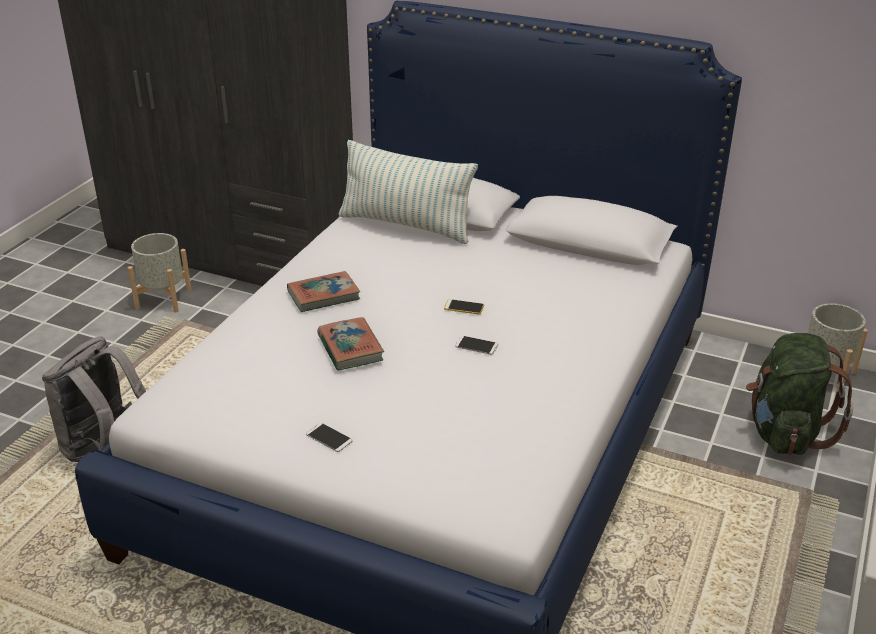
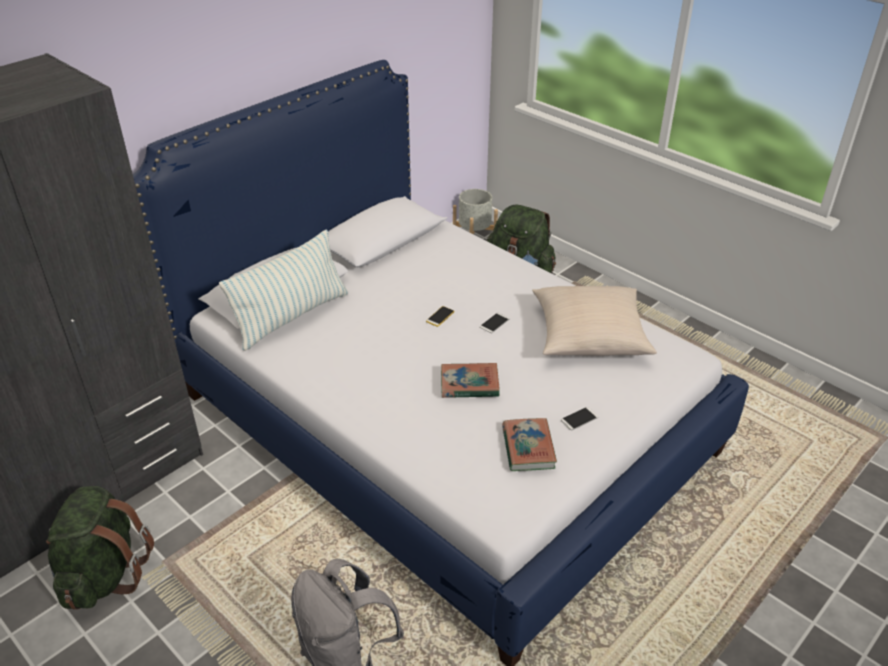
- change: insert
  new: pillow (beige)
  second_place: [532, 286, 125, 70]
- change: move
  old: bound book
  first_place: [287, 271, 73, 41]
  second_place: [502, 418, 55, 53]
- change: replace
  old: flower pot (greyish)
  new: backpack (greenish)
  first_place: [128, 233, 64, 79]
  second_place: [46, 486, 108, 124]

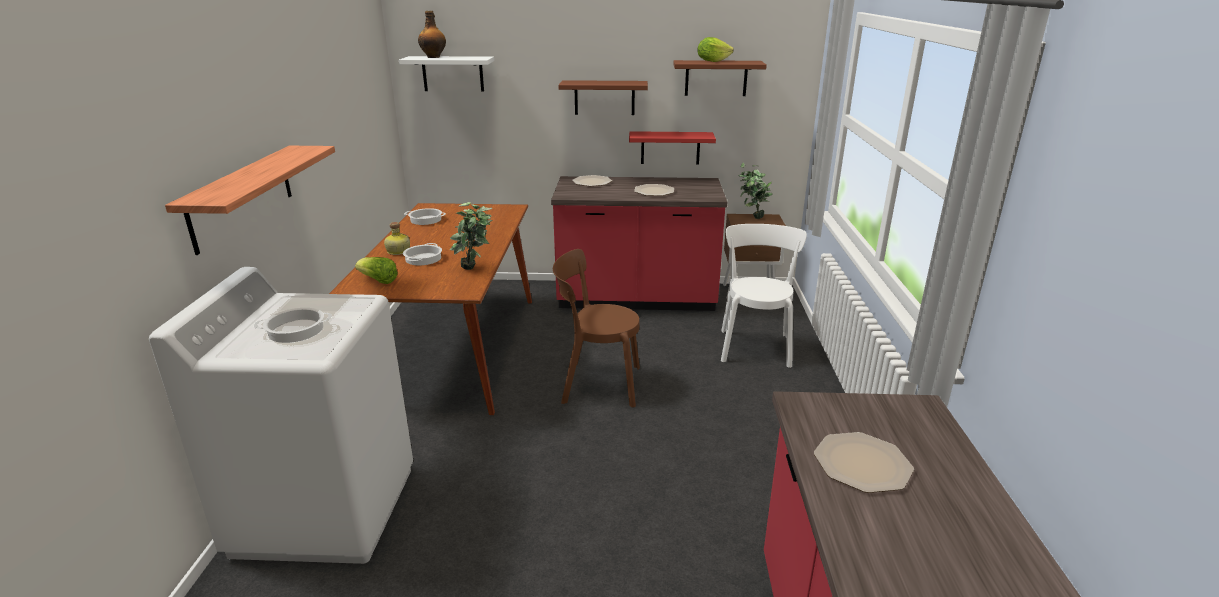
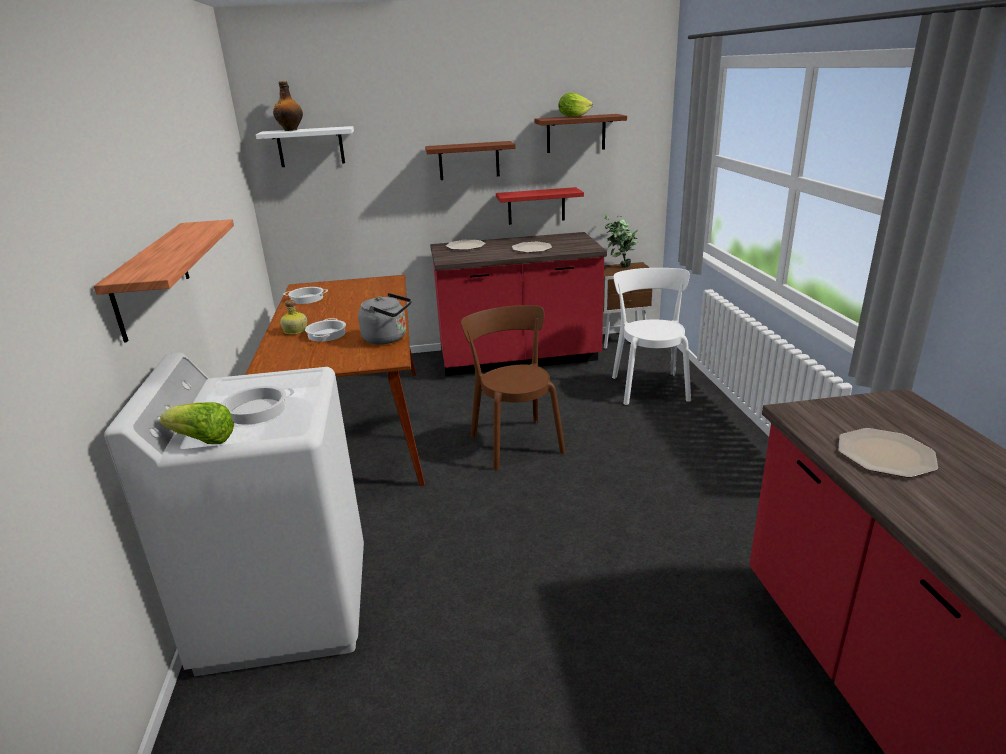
- change: move
  old: lettuce
  first_place: [355, 257, 43, 27]
  second_place: [160, 402, 74, 42]
- change: replace
  old: potted plant
  new: tea kettle (greyish)
  first_place: [450, 202, 43, 68]
  second_place: [358, 293, 54, 51]
- change: rotate
  old: plain chair (brown-coloured)
  first_place: [553, 249, 87, 158]
  second_place: [461, 305, 105, 166]
  degrees: 75

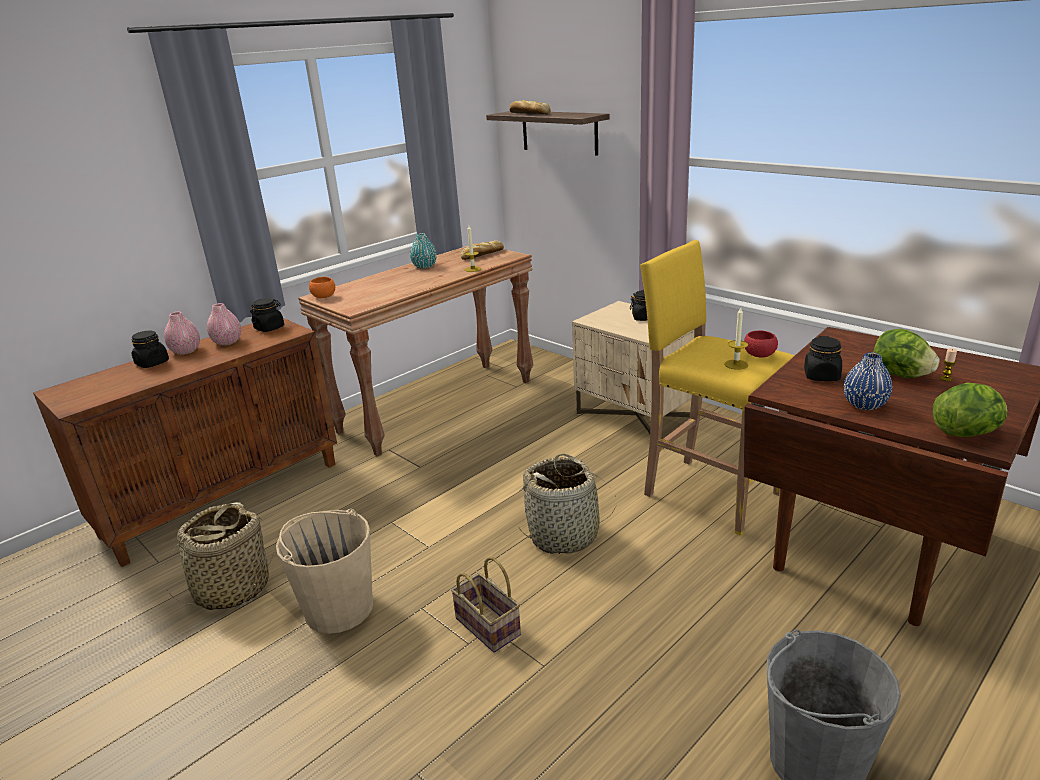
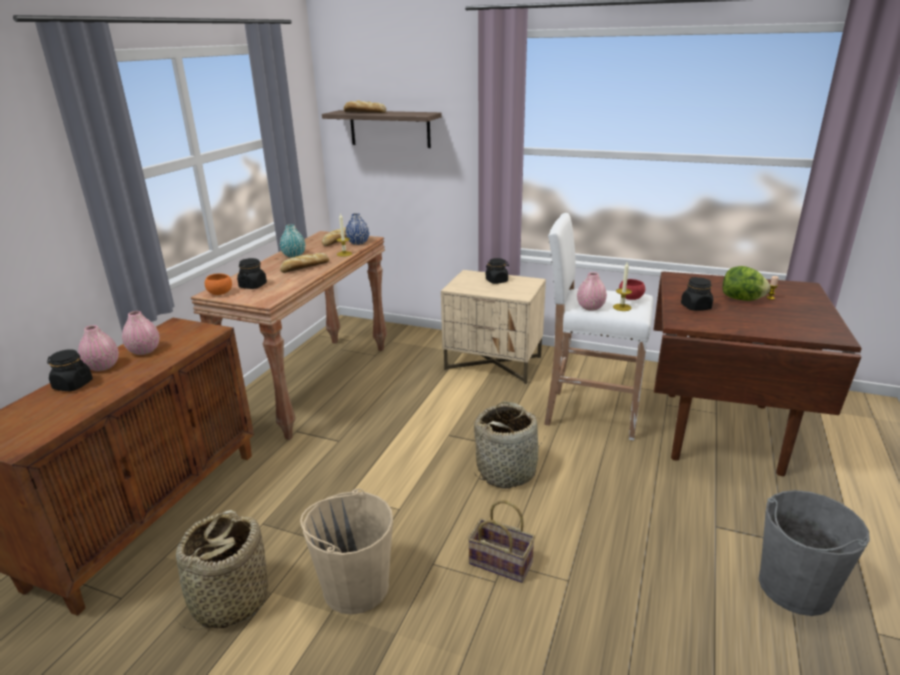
- change: delete
  old: lettuce
  first_place: [933, 383, 74, 54]
- change: insert
  new: bakery bread
  second_place: [280, 253, 49, 20]
- change: insert
  new: flower vase (pink-coloured)
  second_place: [577, 272, 30, 39]
- change: move
  old: storage jar (black)
  first_place: [250, 298, 34, 34]
  second_place: [237, 258, 30, 31]
- change: move
  old: flower vase (blue-coloured)
  first_place: [844, 352, 48, 58]
  second_place: [345, 213, 24, 32]
- change: recolor
  old: stool (yellow-coloured)
  new: stool (whitish)
  first_place: [640, 240, 155, 296]
  second_place: [544, 213, 109, 227]

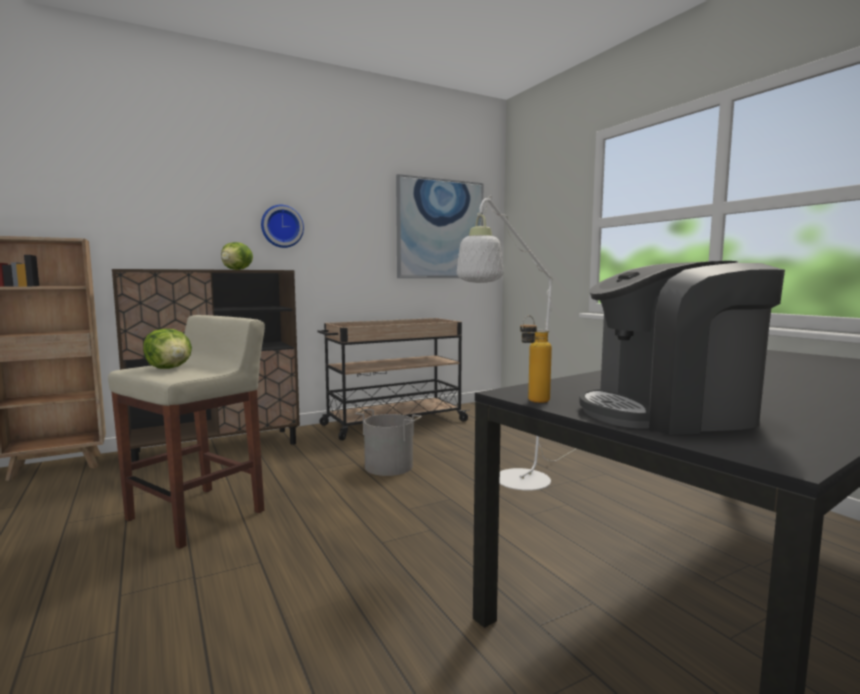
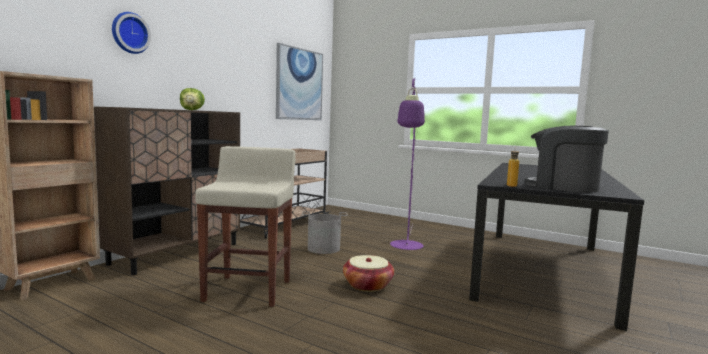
- change: delete
  old: lettuce
  first_place: [143, 329, 49, 40]
- change: insert
  new: storage basket
  second_place: [343, 255, 51, 37]
- change: move
  old: wall clock
  first_place: [261, 205, 43, 43]
  second_place: [112, 12, 39, 42]
- change: recolor
  old: standing lamp (whitish)
  new: standing lamp (purplish)
  first_place: [457, 196, 120, 295]
  second_place: [390, 79, 35, 171]
- change: rotate
  old: coffee maker
  first_place: [579, 261, 206, 174]
  second_place: [525, 126, 84, 67]
  degrees: 75

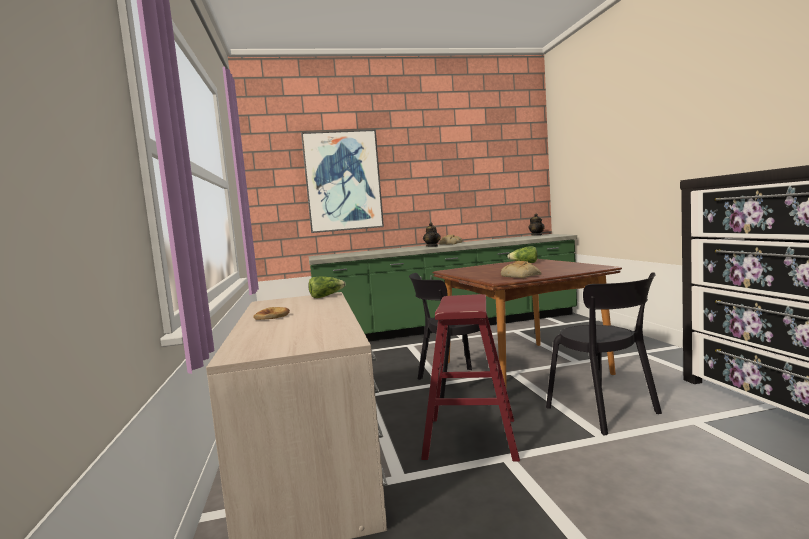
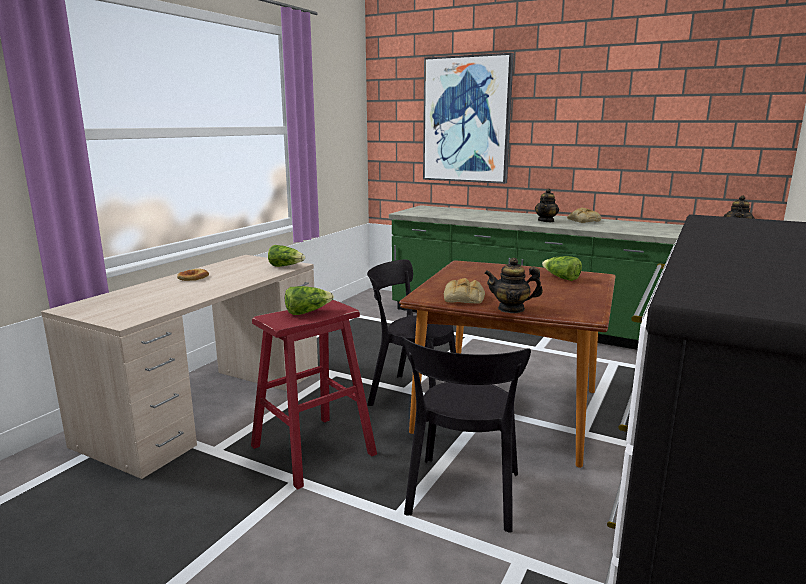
- change: insert
  new: lettuce
  second_place: [285, 286, 49, 29]
- change: insert
  new: teapot
  second_place: [484, 258, 59, 55]

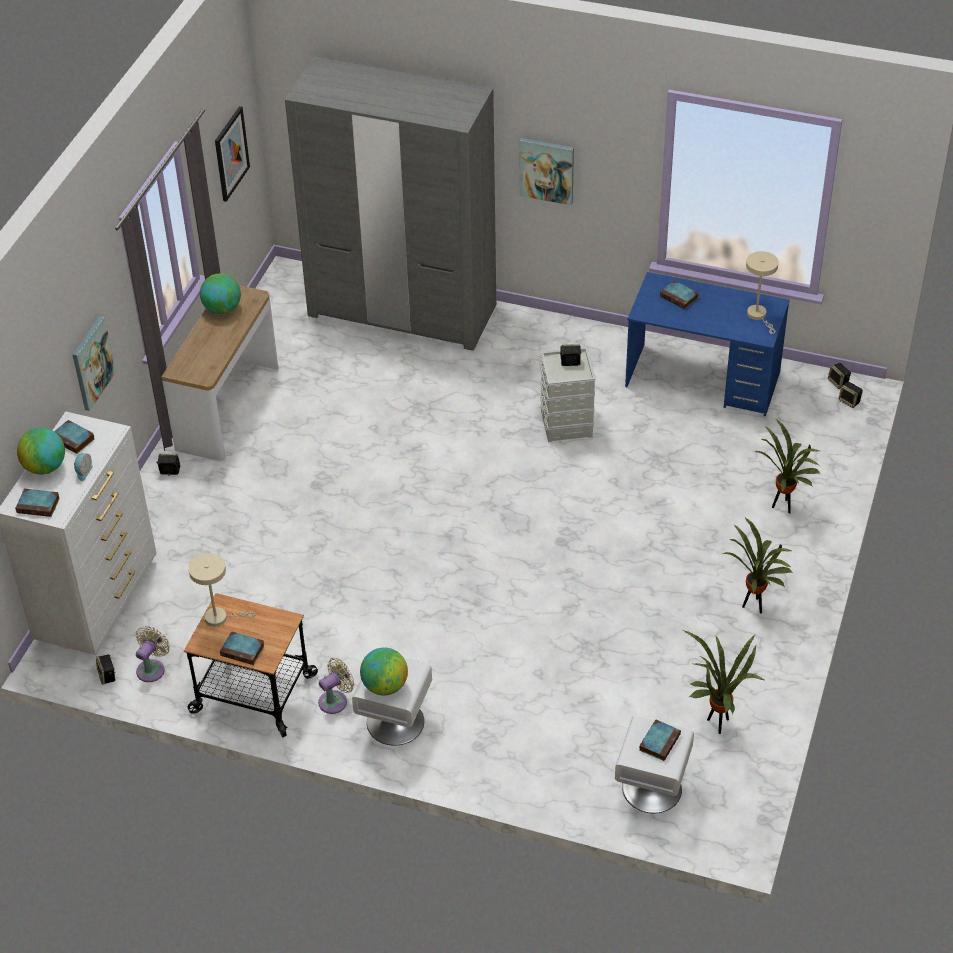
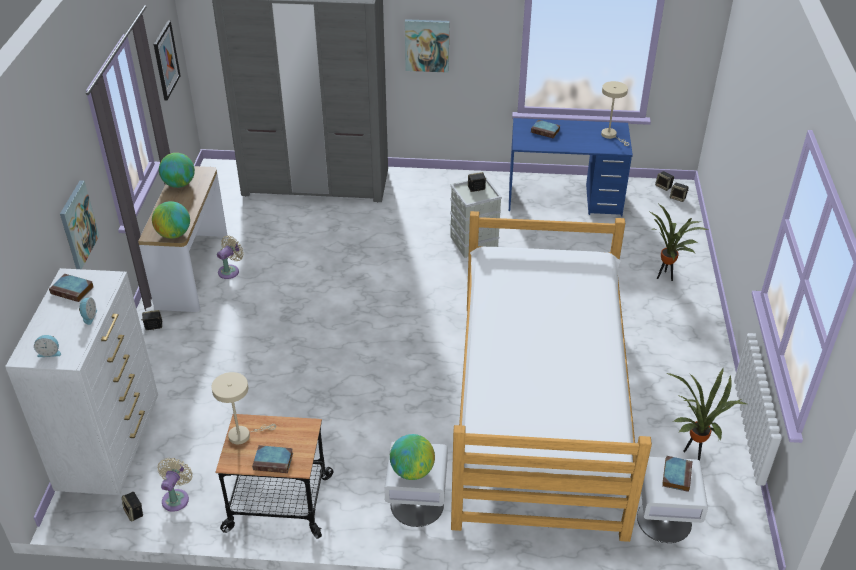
- change: delete
  old: potted plant
  first_place: [723, 518, 70, 95]
- change: insert
  new: sleeping bed
  second_place: [451, 211, 201, 331]
- change: move
  old: world globe
  first_place: [17, 428, 48, 47]
  second_place: [152, 201, 38, 38]
- change: move
  old: fan (beige)
  first_place: [318, 658, 37, 56]
  second_place: [217, 236, 27, 43]
- change: replace
  old: bound book
  new: table clock
  first_place: [15, 489, 45, 28]
  second_place: [34, 335, 27, 22]

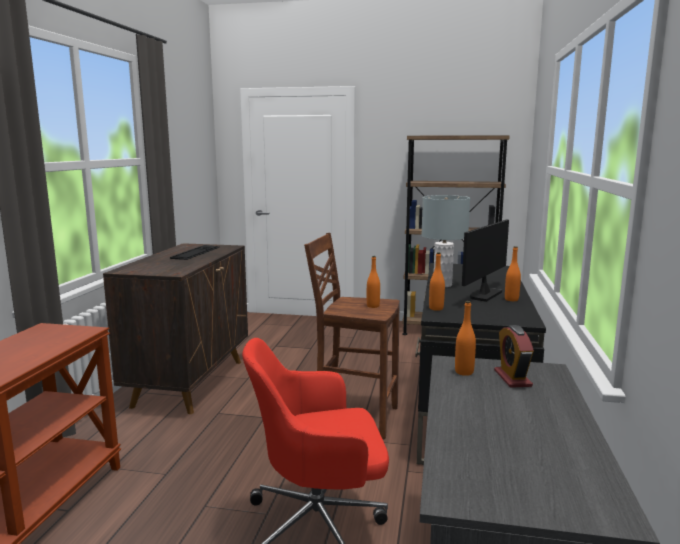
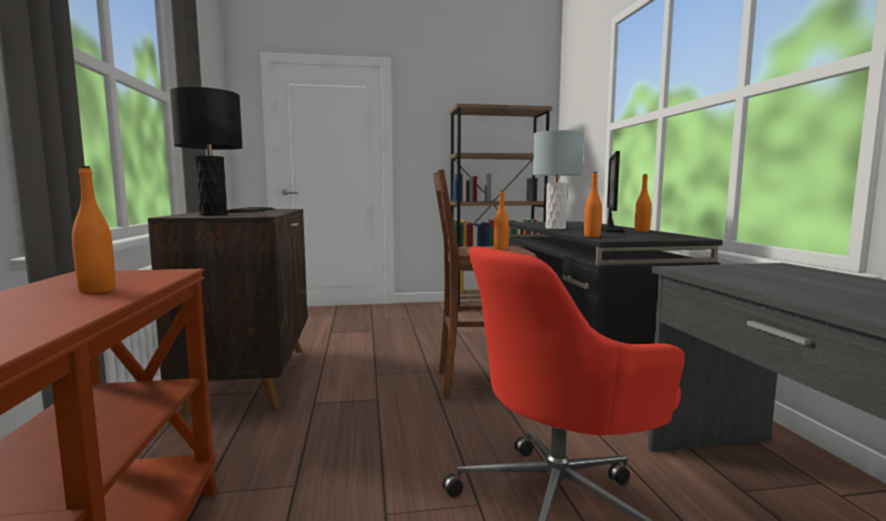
- change: delete
  old: table clock
  first_place: [494, 325, 40, 63]
- change: insert
  new: lamp for a table (black)
  second_place: [170, 87, 73, 128]
- change: move
  old: drink bottle (orange)
  first_place: [455, 301, 21, 75]
  second_place: [72, 166, 43, 127]

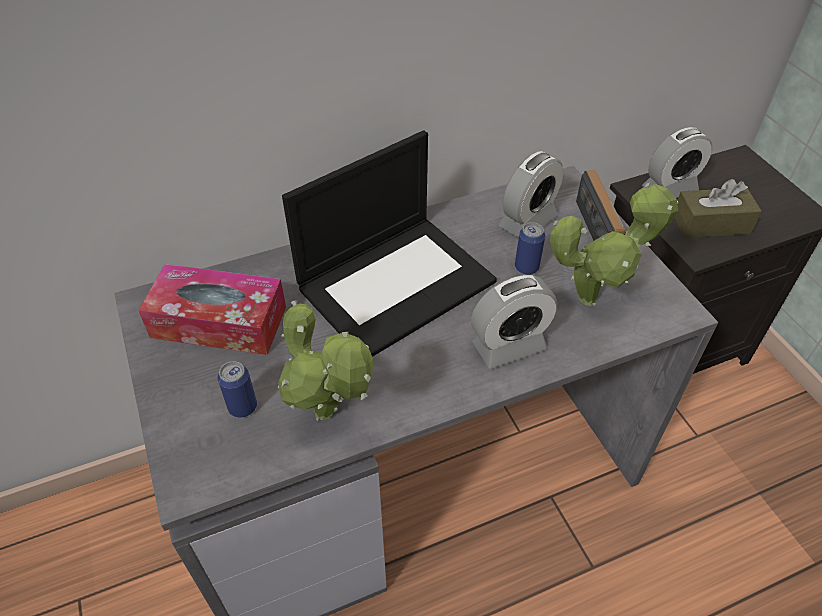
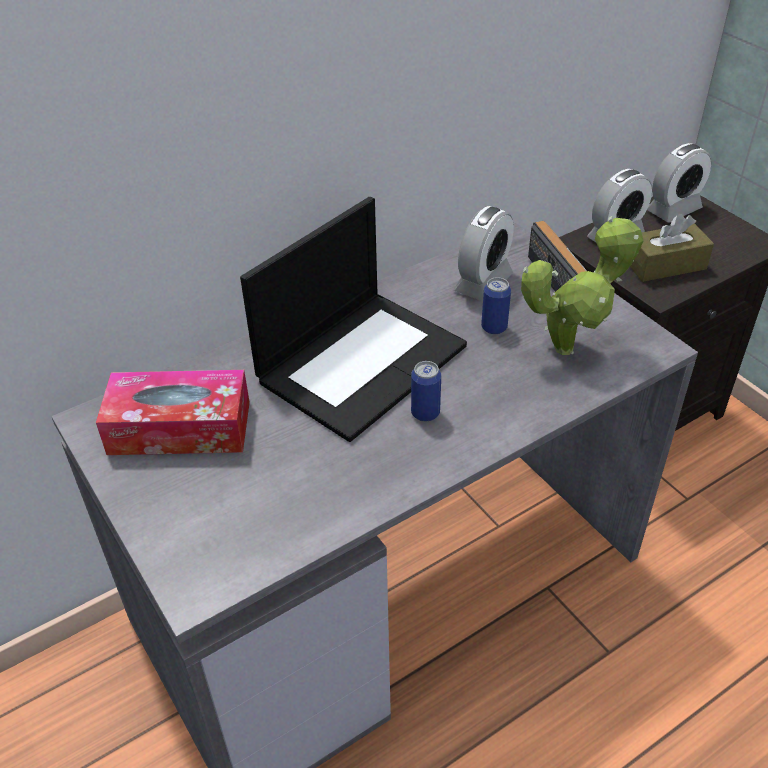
- change: delete
  old: potted plant
  first_place: [278, 300, 95, 121]
- change: move
  old: can
  first_place: [218, 361, 39, 56]
  second_place: [411, 361, 30, 61]
- change: move
  old: table clock
  first_place: [471, 275, 86, 94]
  second_place: [647, 143, 64, 79]

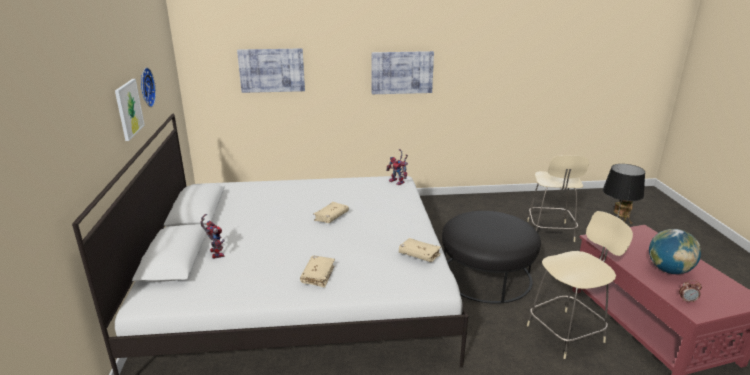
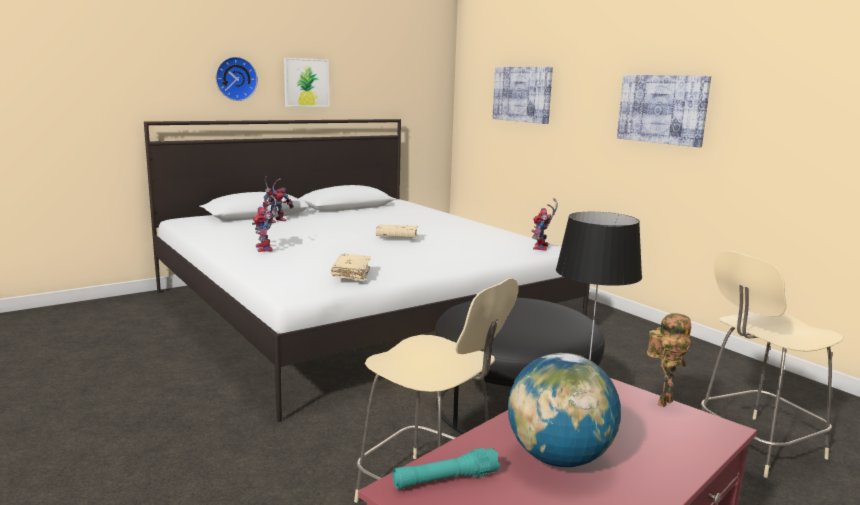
- change: move
  old: wall clock
  first_place: [141, 67, 15, 40]
  second_place: [216, 57, 42, 44]
- change: replace
  old: bound book (beige)
  new: robot figure
  first_place: [300, 256, 35, 31]
  second_place: [252, 195, 25, 57]
- change: replace
  old: table clock
  new: flashlight (blue-green)
  first_place: [679, 280, 23, 23]
  second_place: [393, 448, 107, 41]

